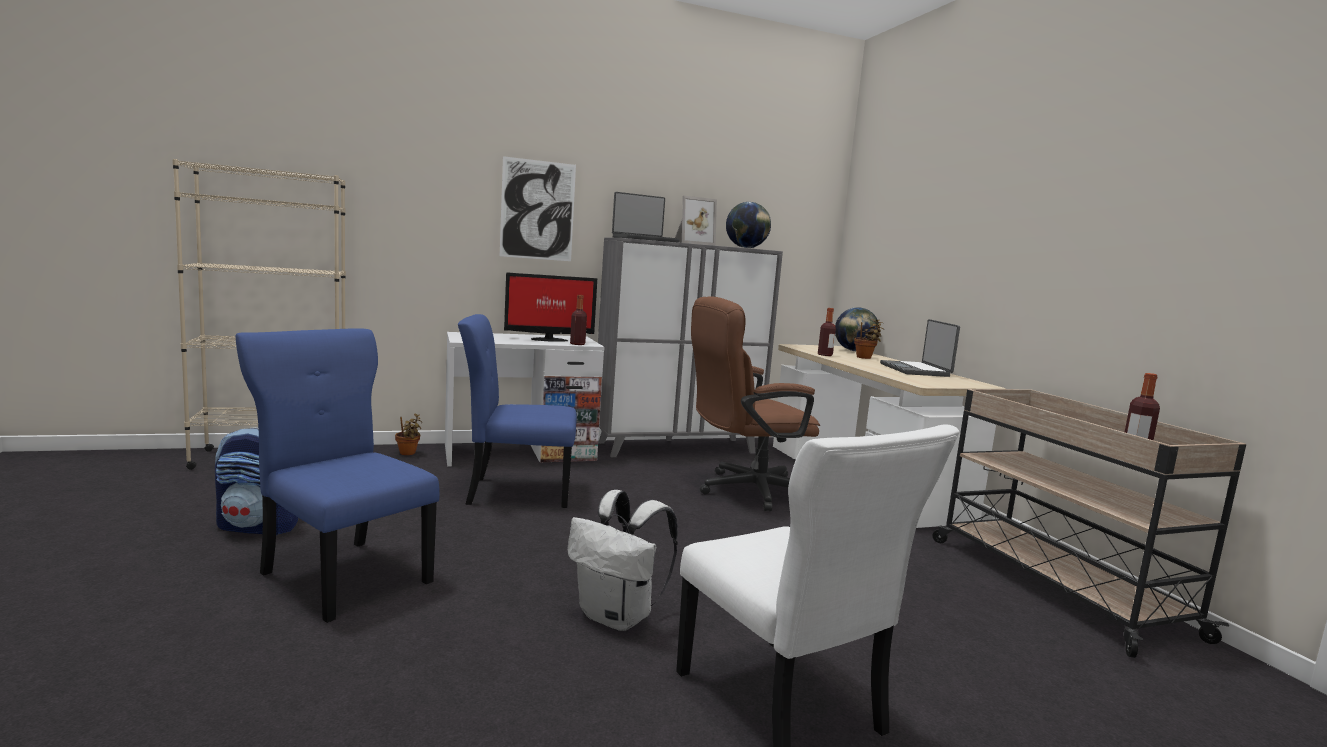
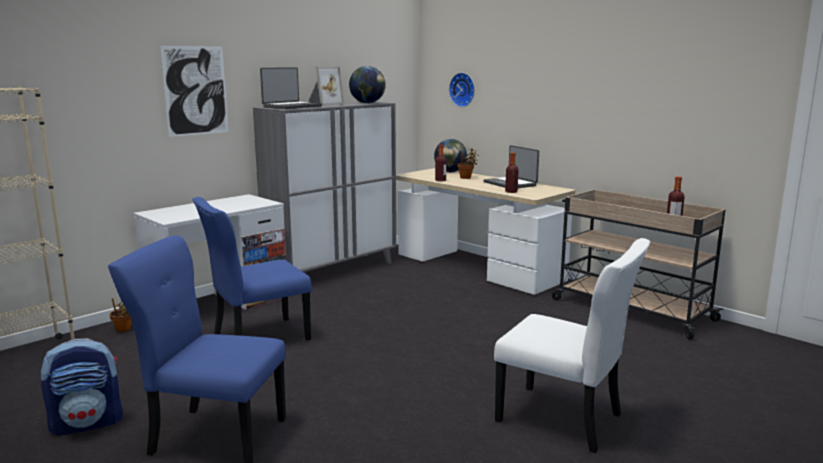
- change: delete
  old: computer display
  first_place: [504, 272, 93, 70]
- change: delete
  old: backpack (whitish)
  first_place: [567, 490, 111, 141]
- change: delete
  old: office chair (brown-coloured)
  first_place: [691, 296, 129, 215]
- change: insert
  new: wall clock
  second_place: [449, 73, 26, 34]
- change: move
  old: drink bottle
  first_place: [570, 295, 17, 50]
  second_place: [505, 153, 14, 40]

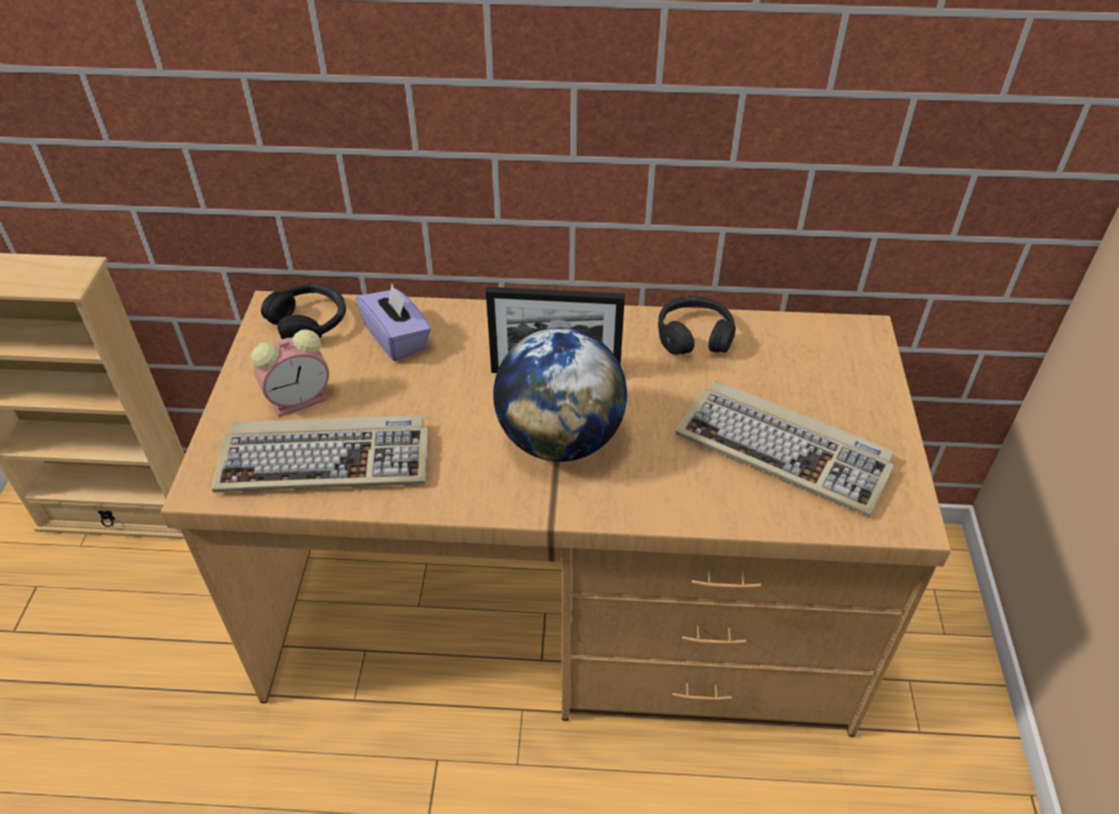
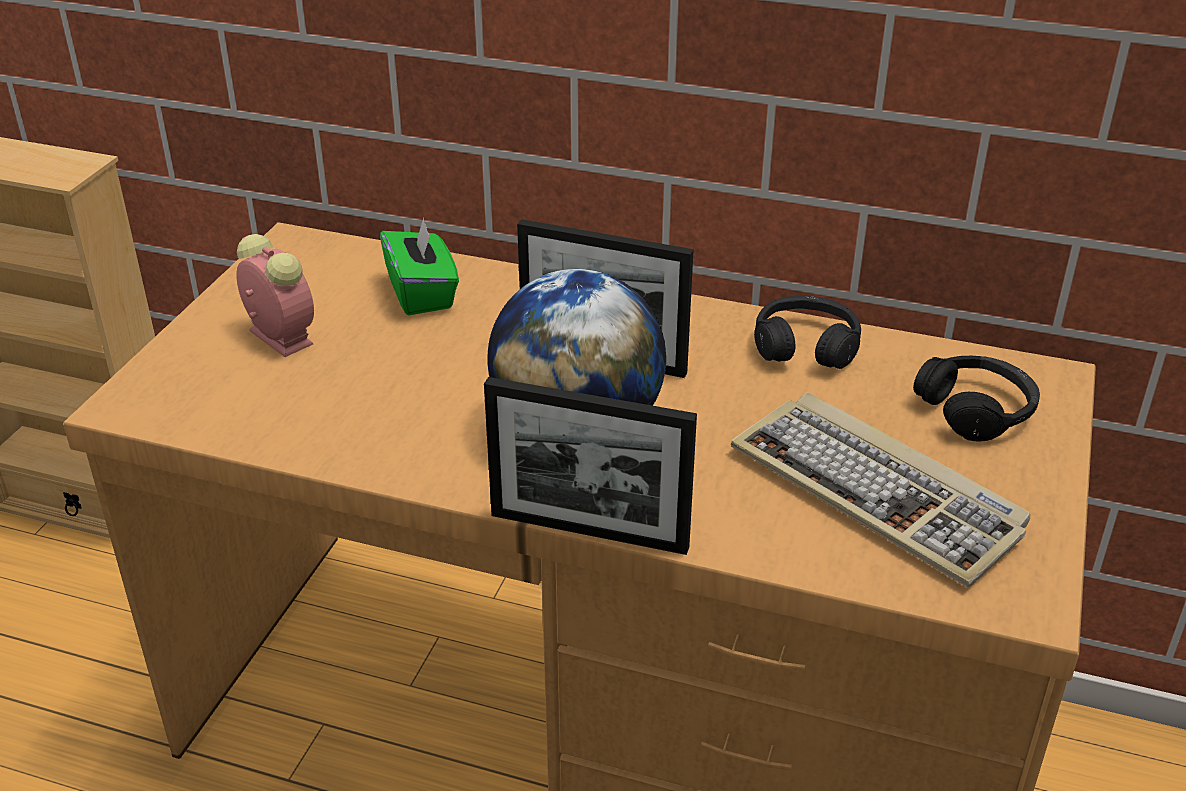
- change: delete
  old: PC keyboard
  first_place: [212, 415, 216, 78]
- change: insert
  new: picture frame
  second_place: [484, 377, 213, 178]
- change: move
  old: headphones (black)
  first_place: [261, 284, 85, 55]
  second_place: [913, 356, 127, 86]
- change: recolor
  old: tissue box (purplish)
  new: tissue box (greenish)
  first_place: [356, 284, 76, 77]
  second_place: [380, 218, 79, 97]
- change: rotate
  old: table clock
  first_place: [251, 330, 78, 87]
  second_place: [236, 234, 78, 123]
  degrees: -120

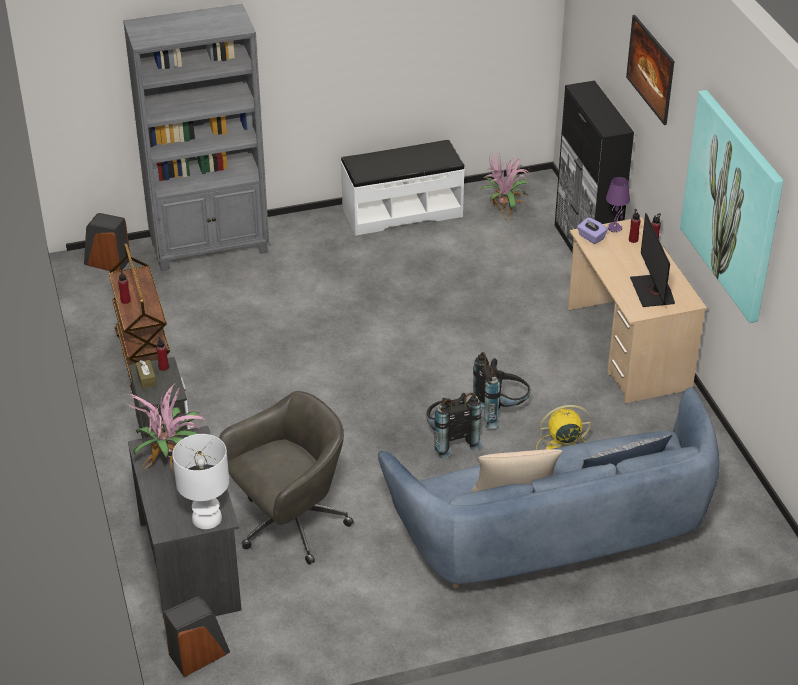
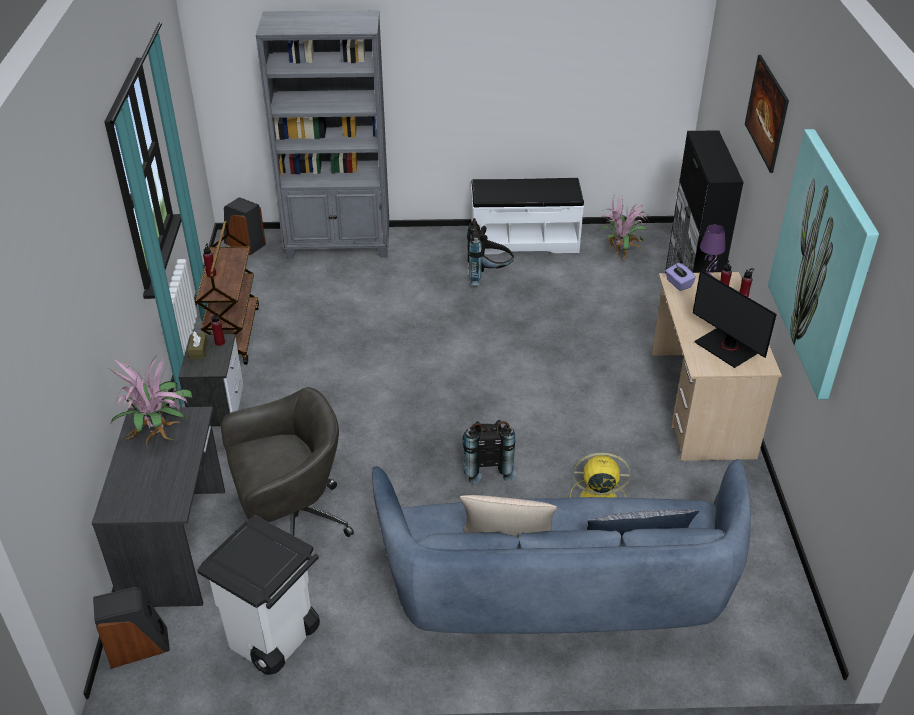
- change: delete
  old: lamp for a table (whitish)
  first_place: [172, 434, 57, 95]
- change: insert
  new: trash can (whitish)
  second_place: [197, 515, 123, 160]
- change: move
  old: backpack (black)
  first_place: [473, 352, 58, 77]
  second_place: [467, 218, 47, 67]
- change: rotate
  old: computer display
  first_place: [630, 213, 45, 94]
  second_place: [693, 270, 84, 98]
  degrees: -45

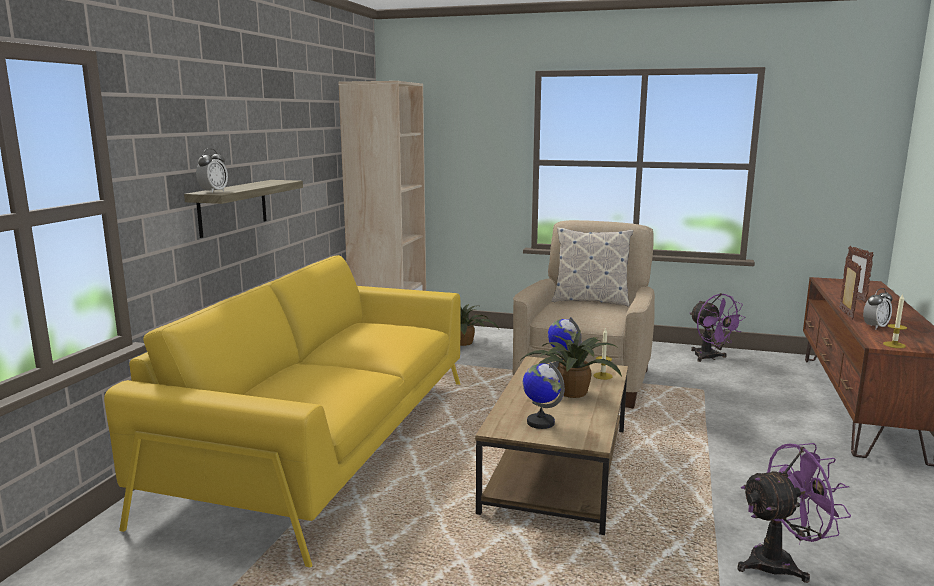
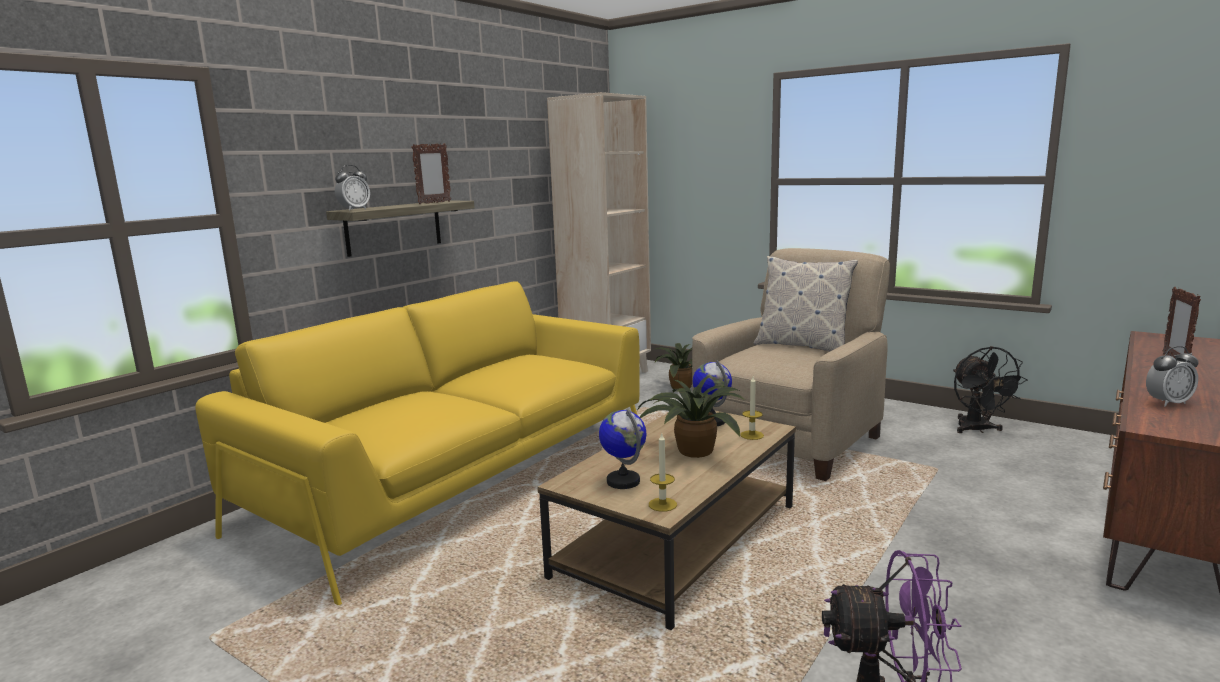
- change: move
  old: picture frame
  first_place: [839, 257, 23, 63]
  second_place: [411, 143, 40, 61]
- change: move
  old: candle
  first_place: [883, 293, 24, 55]
  second_place: [649, 434, 28, 78]
- change: recolor
  old: fan (purplish)
  new: fan (black)
  first_place: [690, 293, 54, 69]
  second_place: [953, 346, 75, 87]

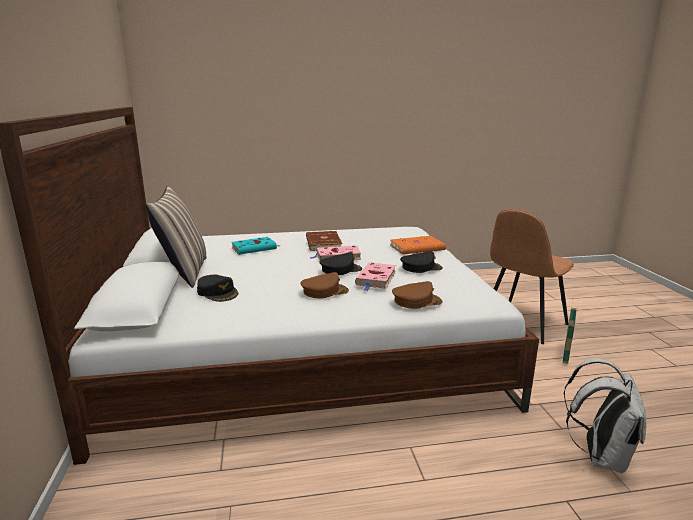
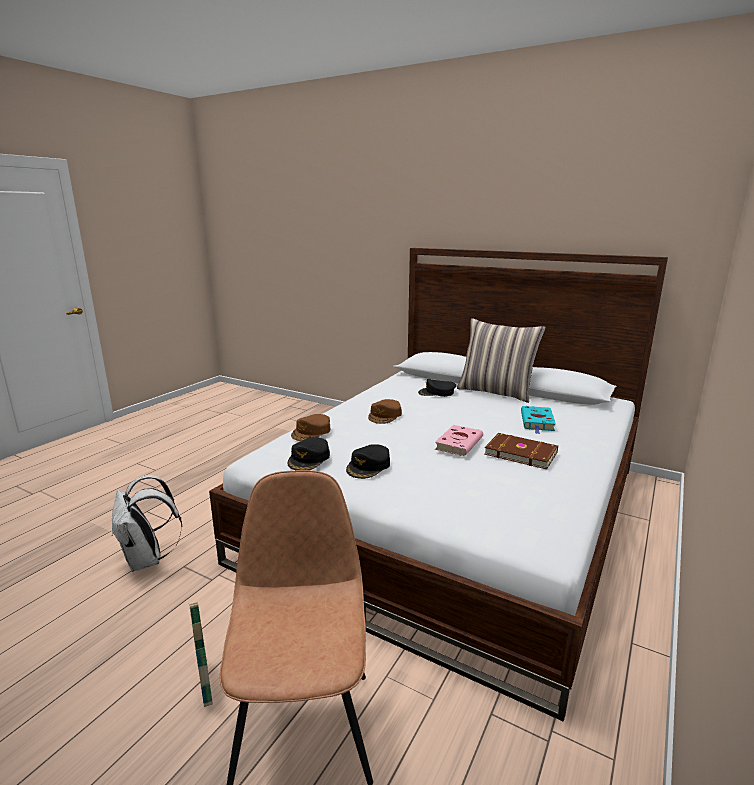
- change: delete
  old: bound book (pink-coloured)
  first_place: [355, 262, 41, 29]
- change: delete
  old: bound book (orange)
  first_place: [390, 236, 56, 19]
- change: move
  old: cap (black)
  first_place: [319, 252, 43, 23]
  second_place: [287, 437, 43, 33]

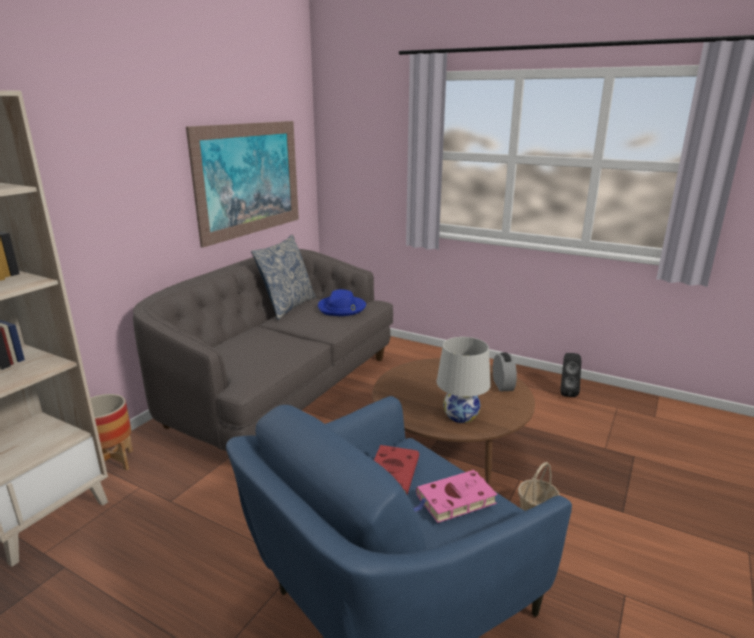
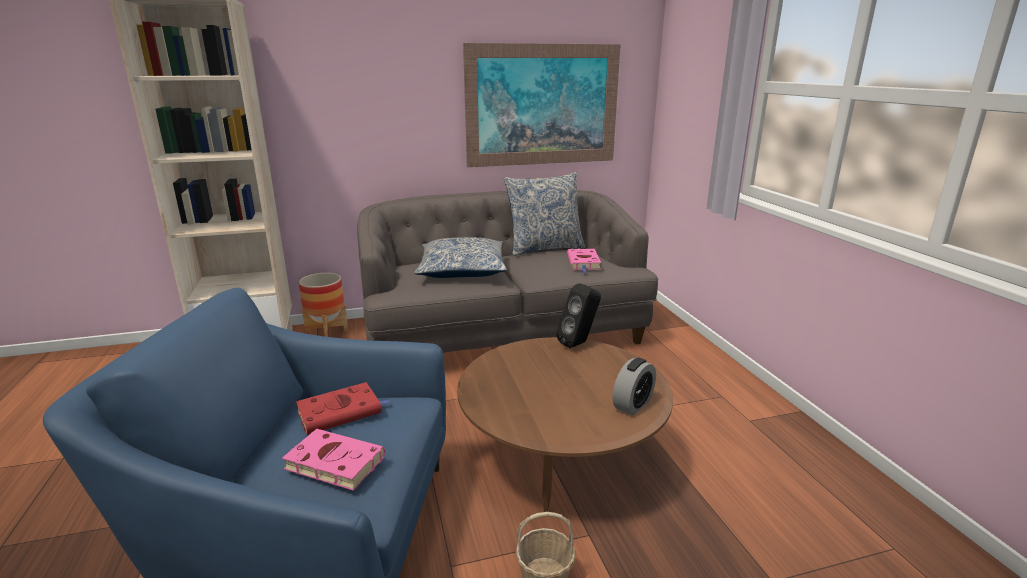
- change: delete
  old: lamp for a table (whitish)
  first_place: [436, 337, 55, 86]
- change: insert
  new: pillow
  second_place: [415, 237, 92, 41]
- change: move
  old: loudspeaker (black)
  first_place: [560, 353, 21, 44]
  second_place: [556, 283, 45, 65]
- change: replace
  old: hat (blue-coloured)
  new: bound book (pink-coloured)
  first_place: [318, 289, 48, 27]
  second_place: [567, 249, 34, 24]

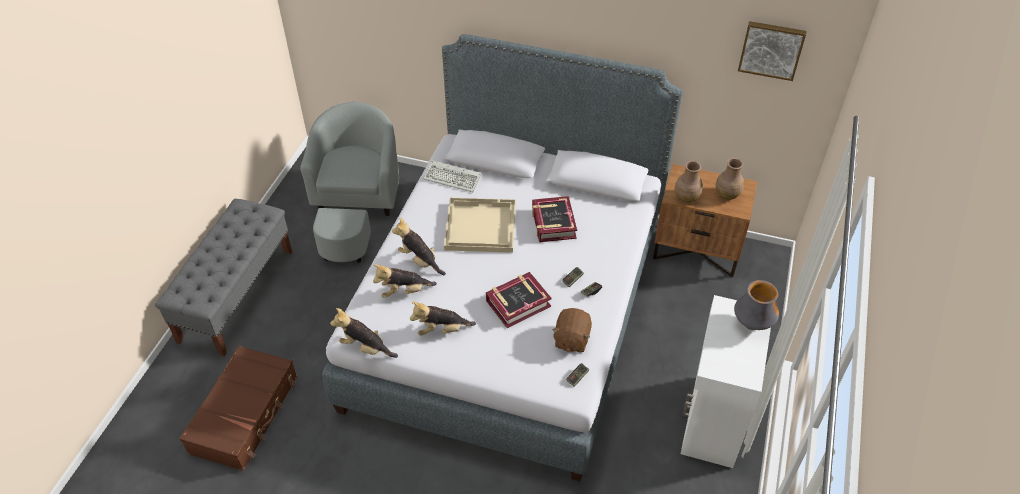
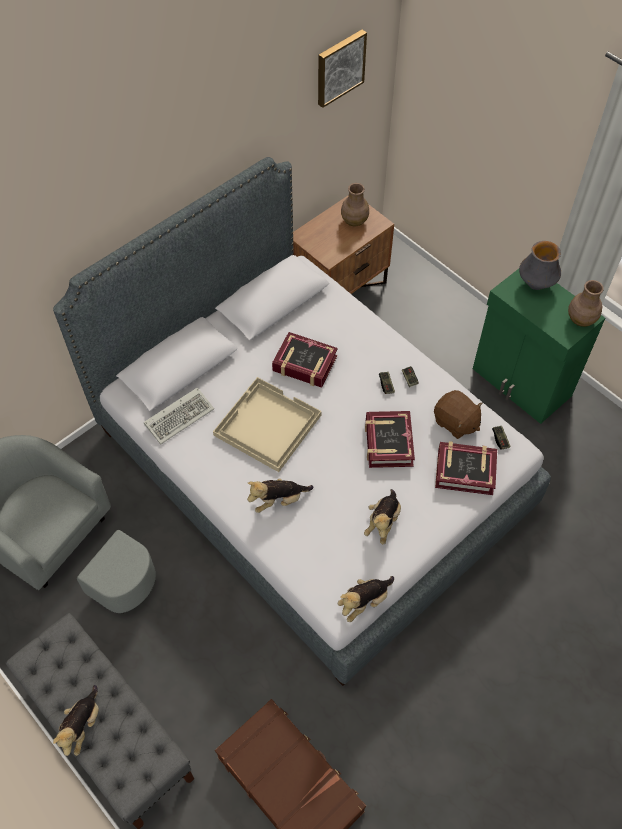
- change: insert
  new: bound book
  second_place: [435, 441, 62, 54]
- change: move
  old: soft toy
  first_place: [373, 264, 64, 34]
  second_place: [53, 685, 46, 71]
- change: move
  old: flower vase (brown-coloured)
  first_place: [675, 161, 28, 42]
  second_place: [568, 280, 36, 47]
- change: recolor
  old: cupboard (whitish)
  new: cupboard (greenish)
  first_place: [681, 295, 90, 173]
  second_place: [473, 269, 132, 155]

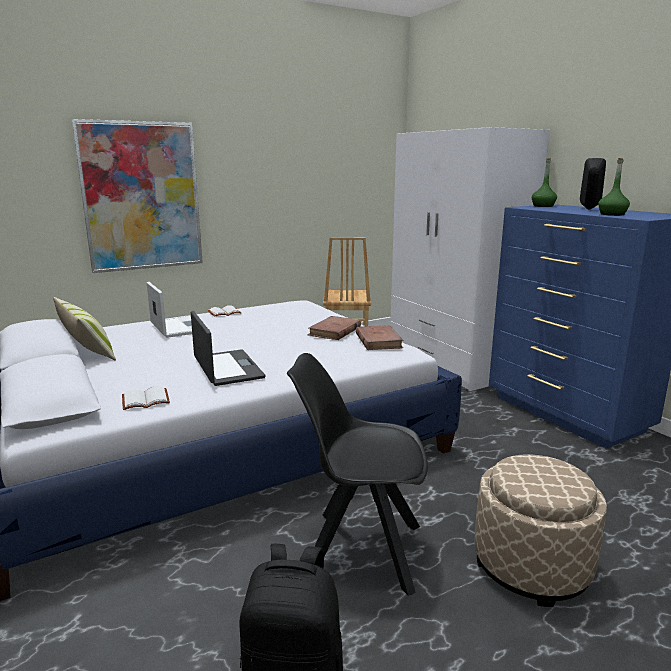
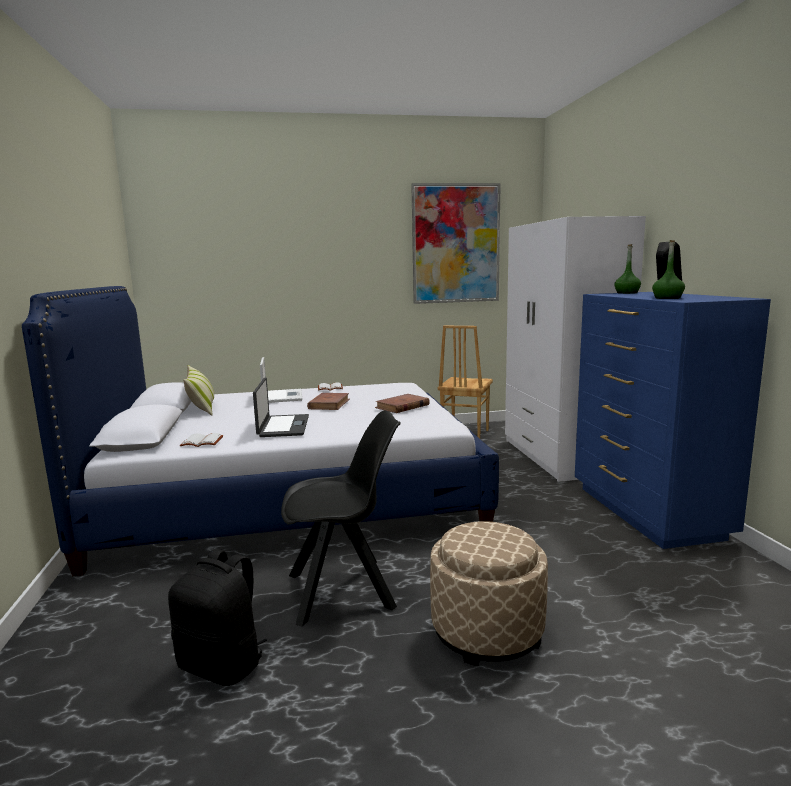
- change: move
  old: wall art
  first_place: [71, 119, 132, 154]
  second_place: [411, 183, 90, 121]
- change: move
  old: bound book (brown-coloured)
  first_place: [356, 325, 47, 25]
  second_place: [307, 393, 43, 17]
- change: rotate
  old: plain chair (black)
  first_place: [287, 353, 141, 243]
  second_place: [281, 411, 120, 215]
  degrees: 135

